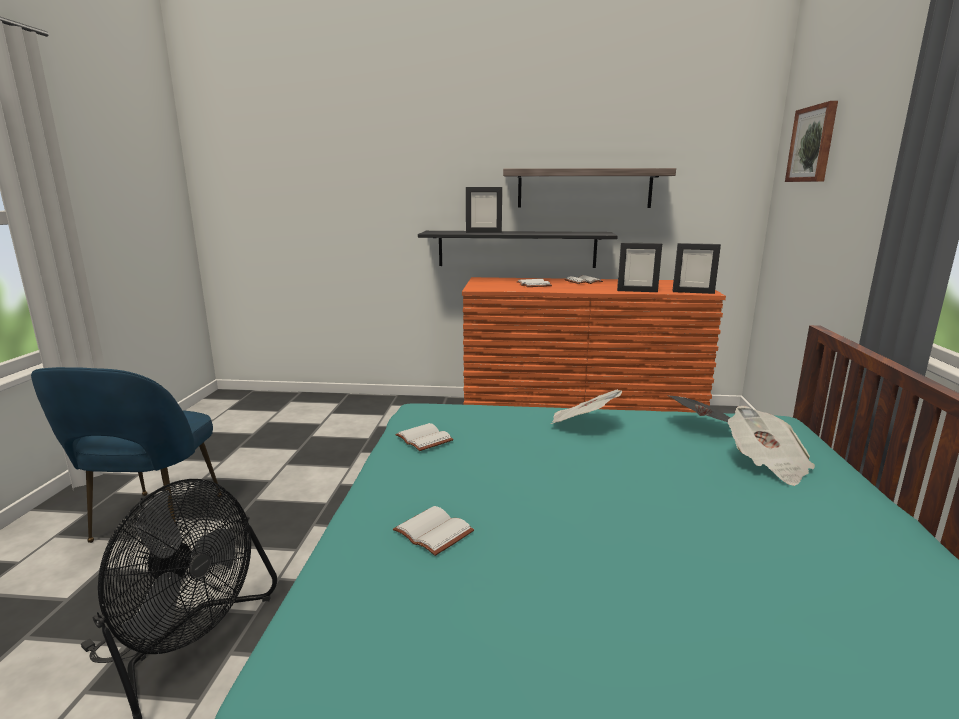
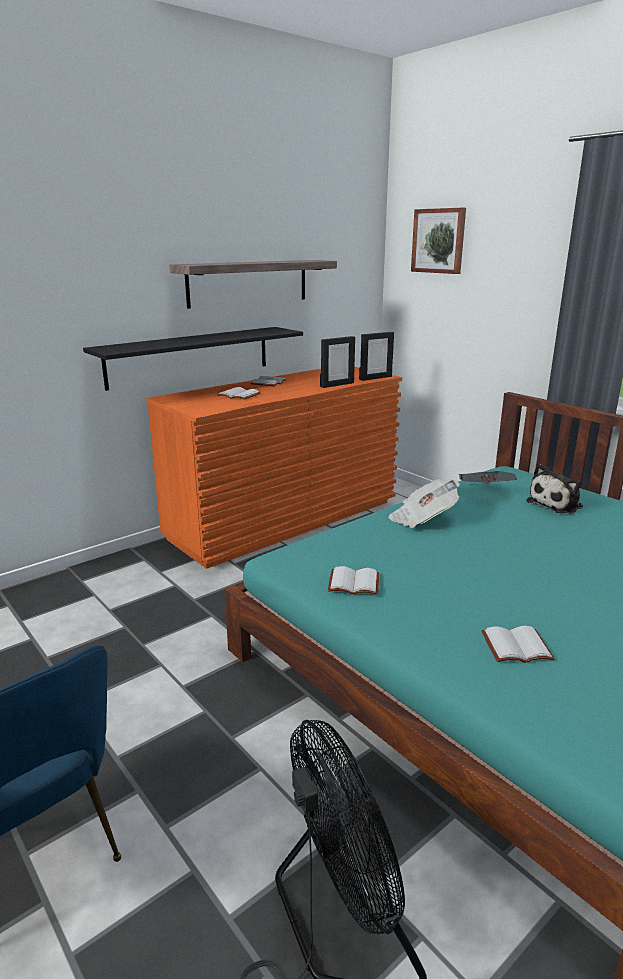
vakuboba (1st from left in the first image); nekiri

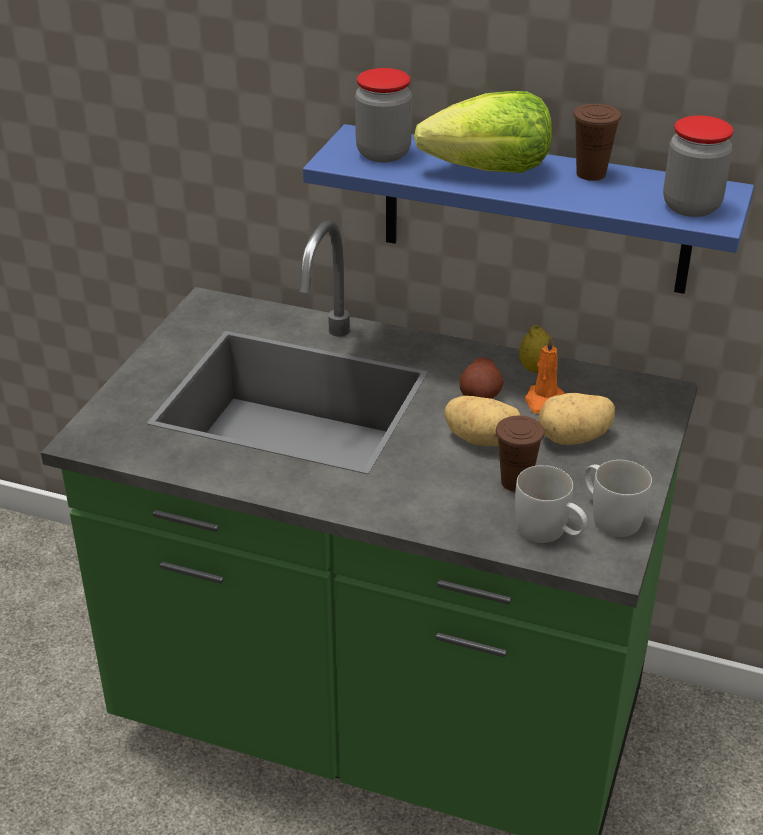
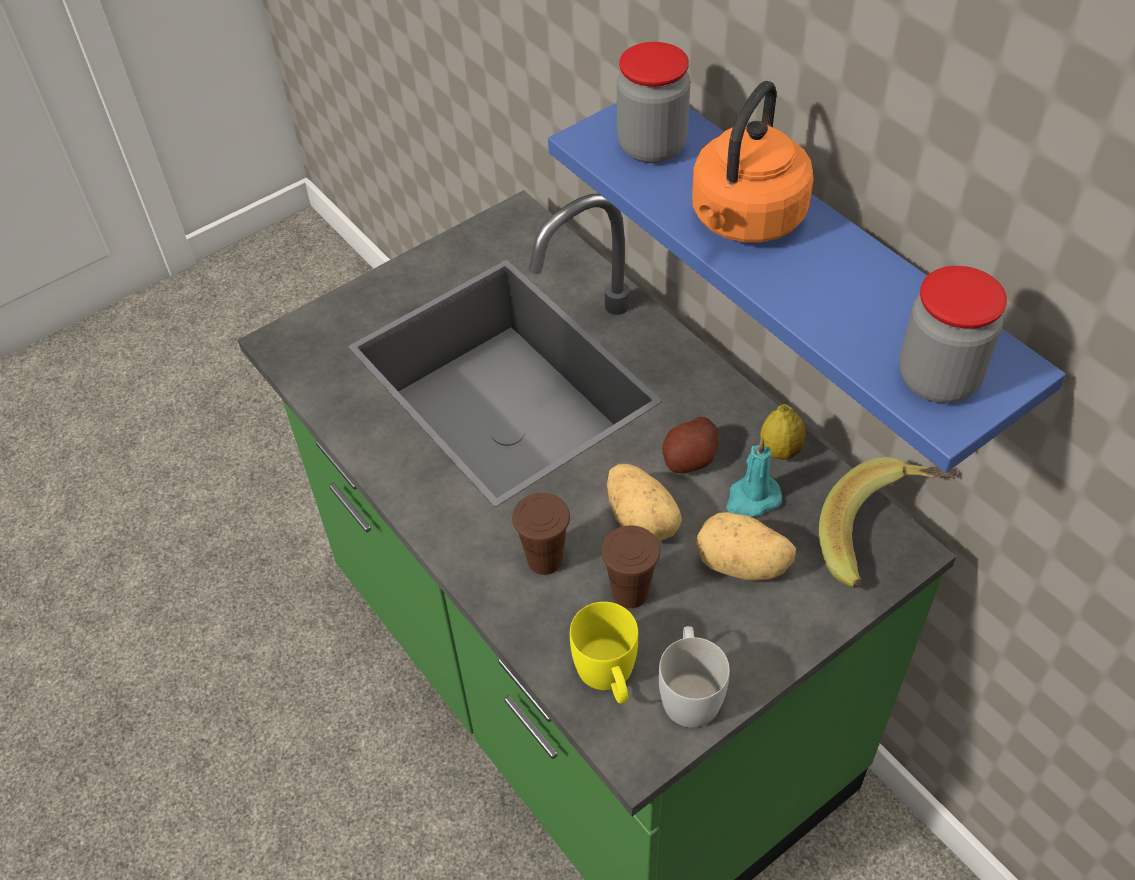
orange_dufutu; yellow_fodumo; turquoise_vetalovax; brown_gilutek (1st from left); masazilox

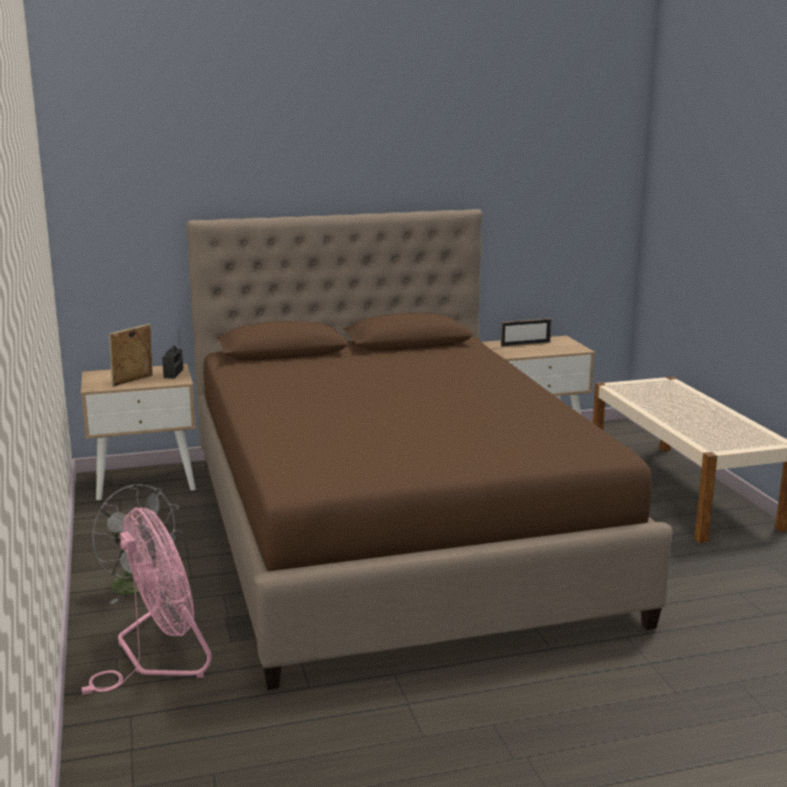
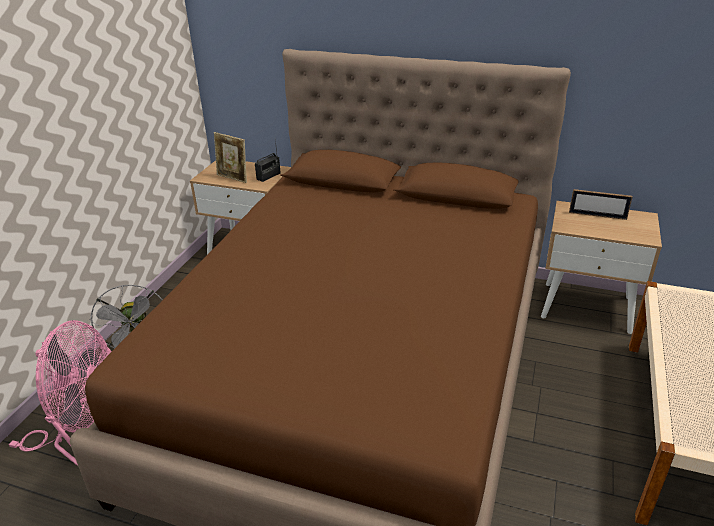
vakuboba (1st from left)

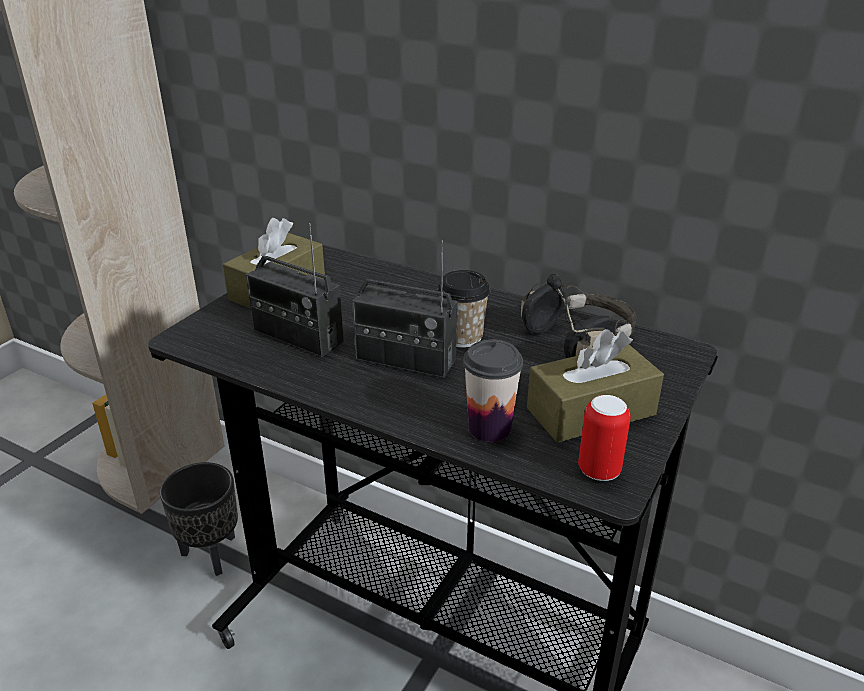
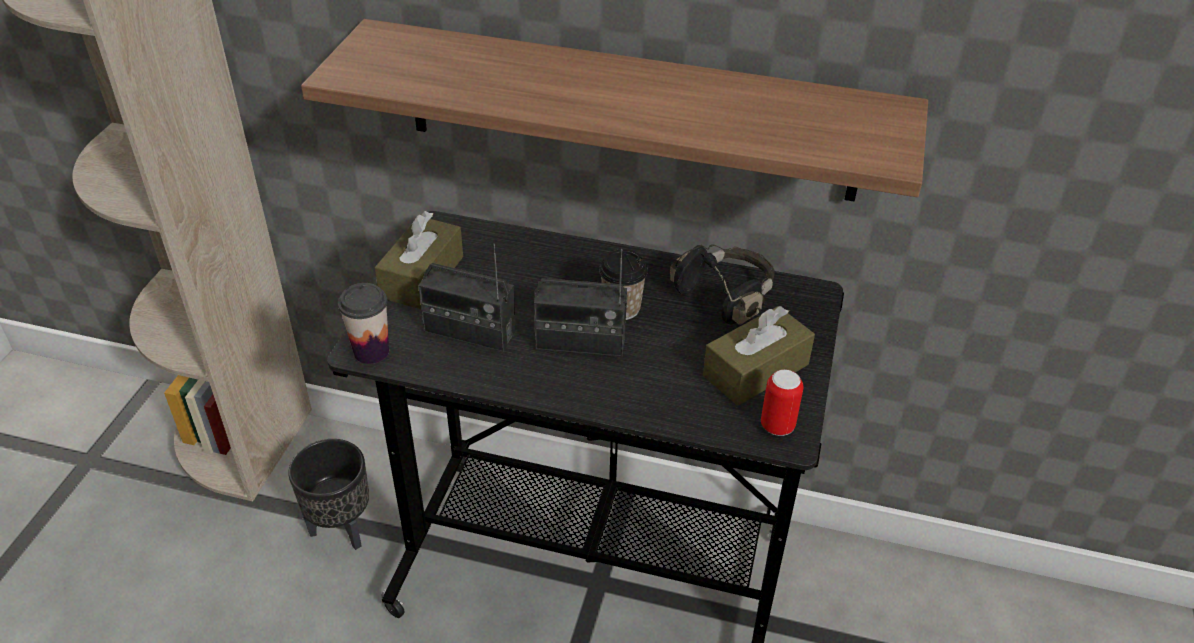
gilutek (1st from left); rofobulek

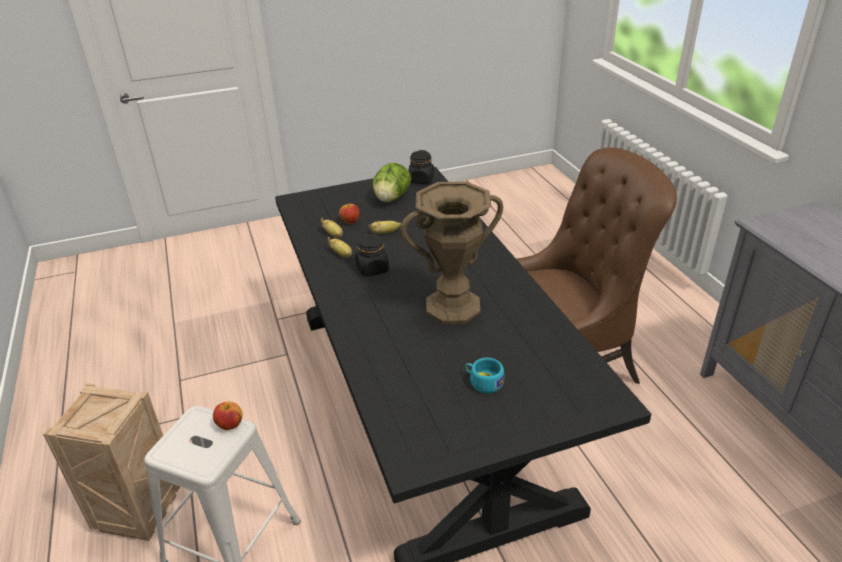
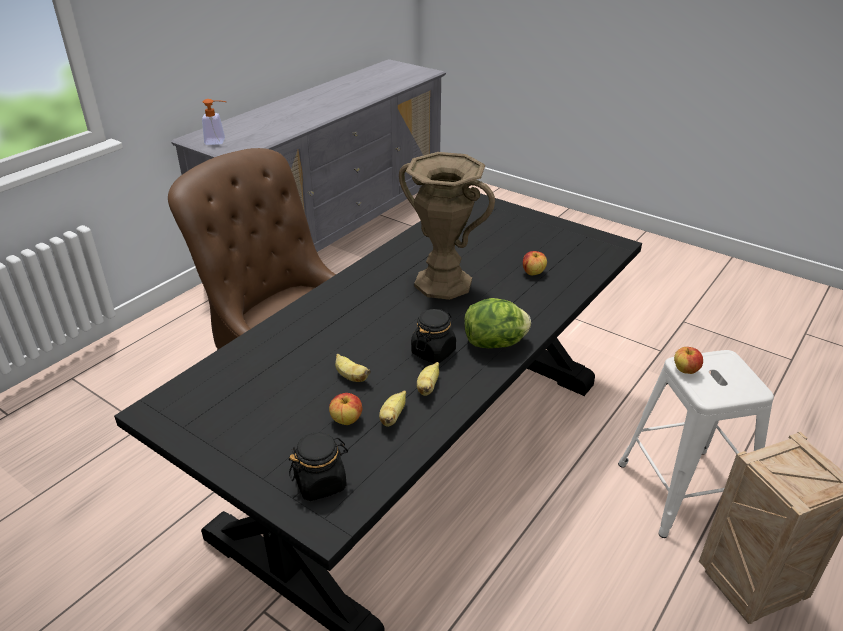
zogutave; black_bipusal (1st from left); turquoise_gilutek; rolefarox; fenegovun (2nd from left)

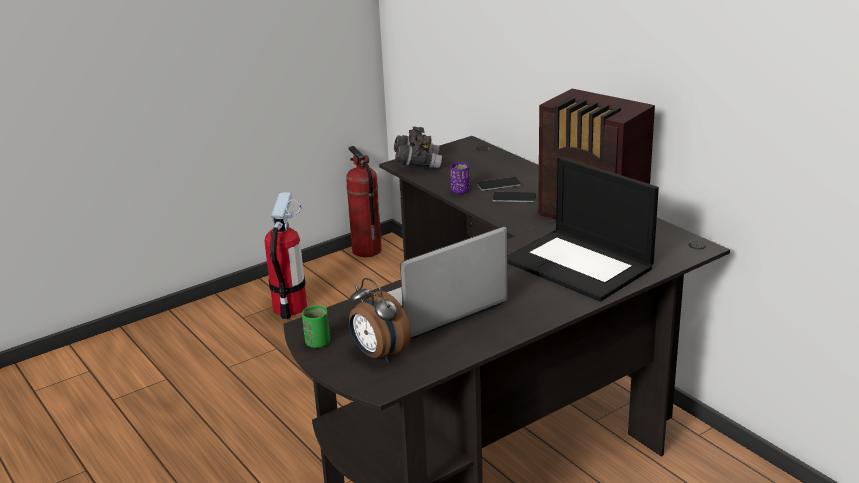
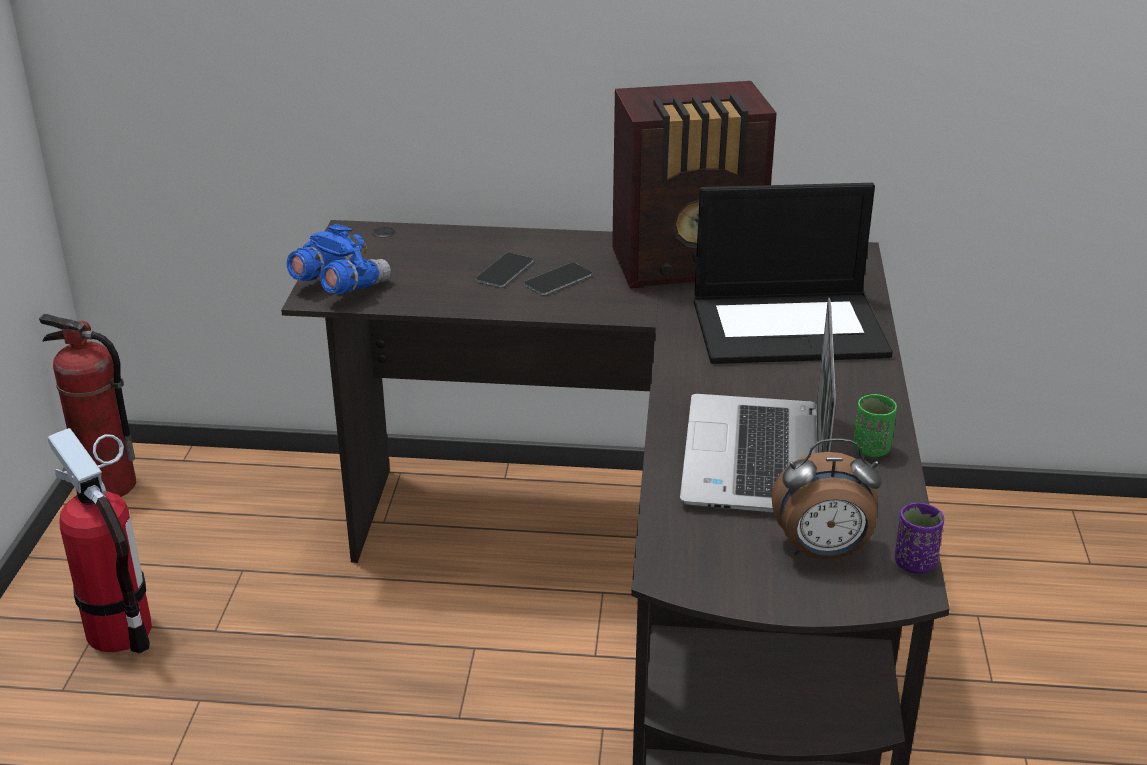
green_gilutek; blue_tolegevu; purple_gilutek

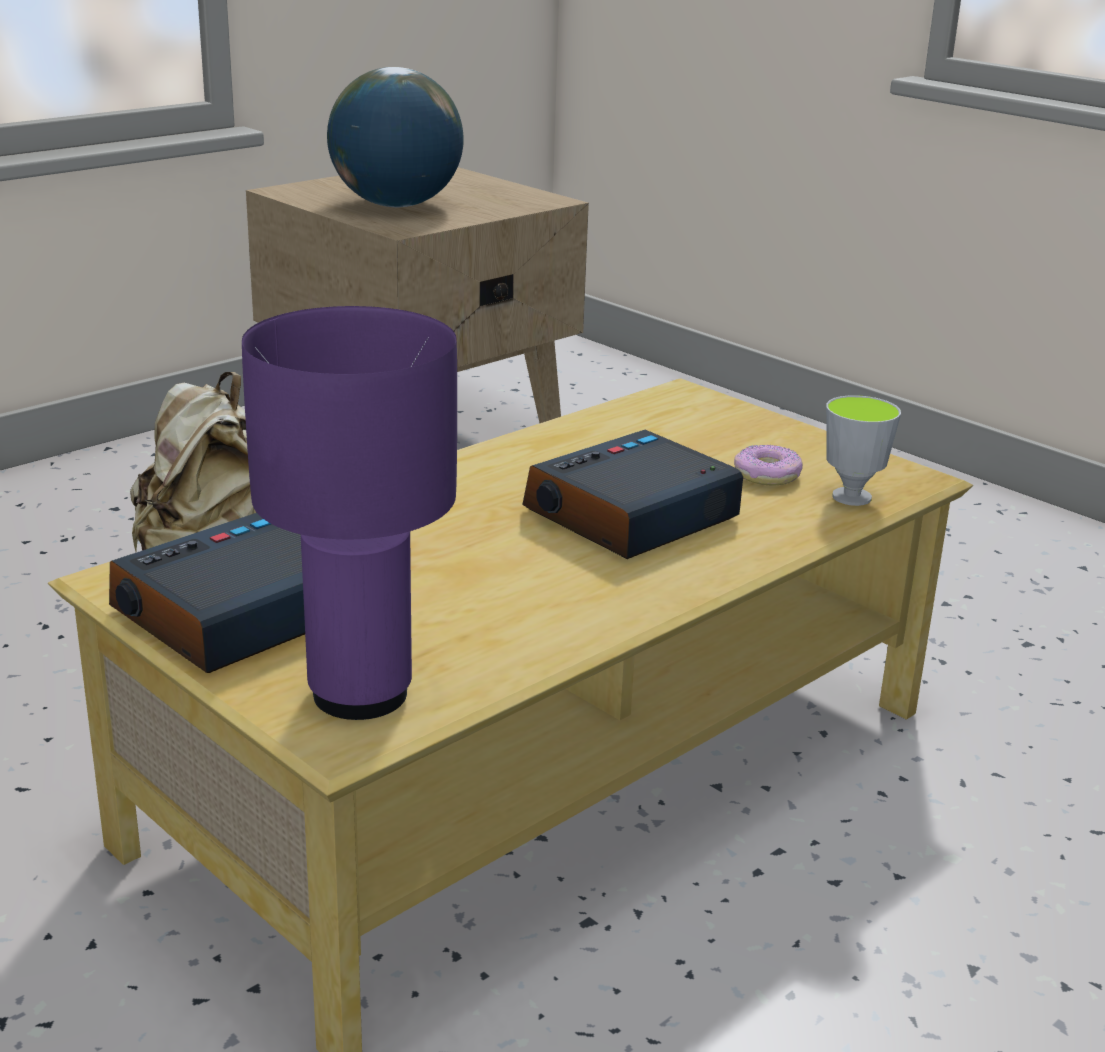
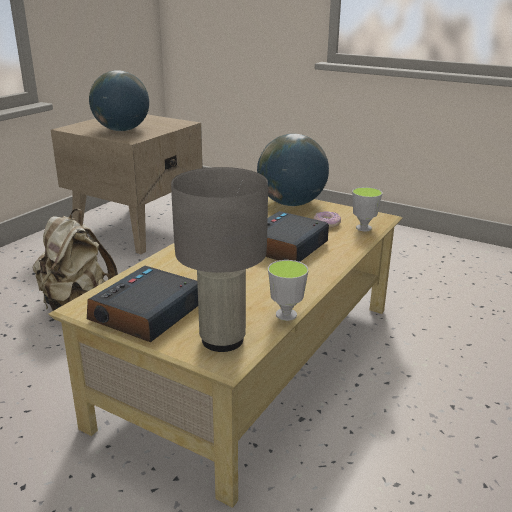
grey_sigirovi; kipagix (2nd from left); gilutek (1st from left)

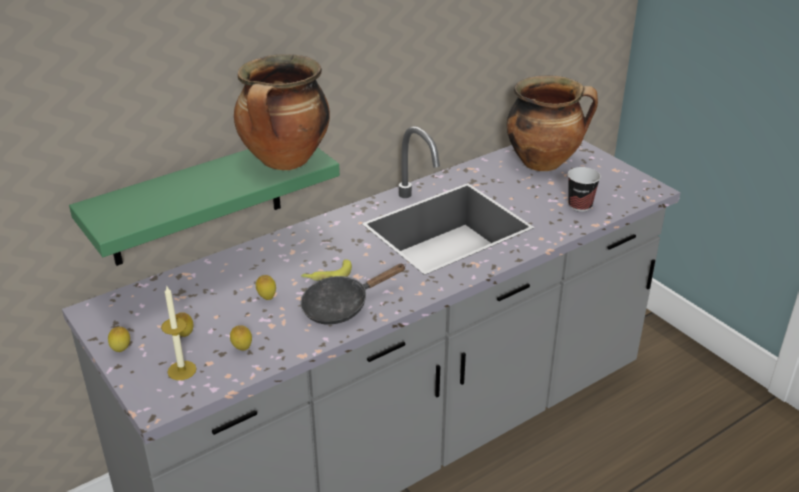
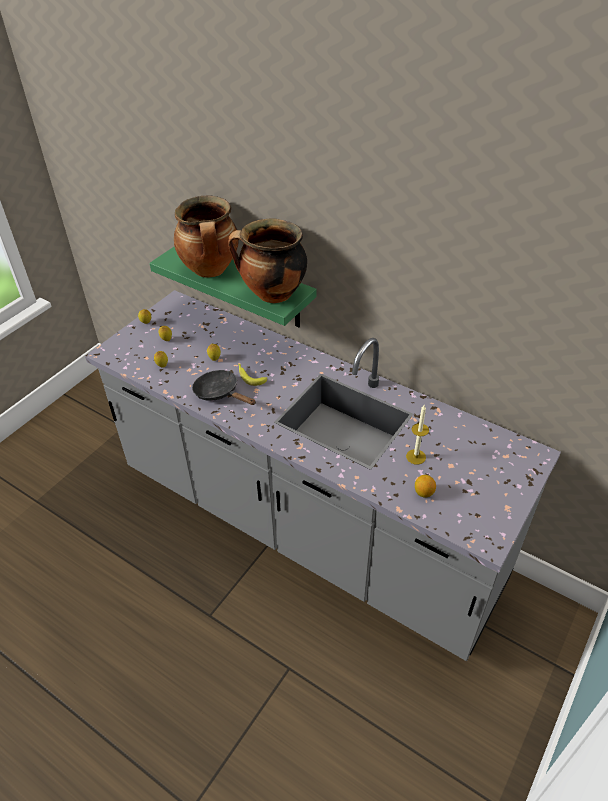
vetalovax; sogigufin (1st from left); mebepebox (5th from left)

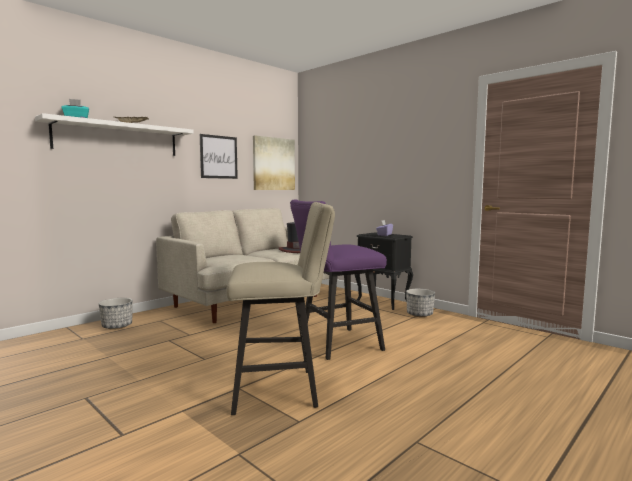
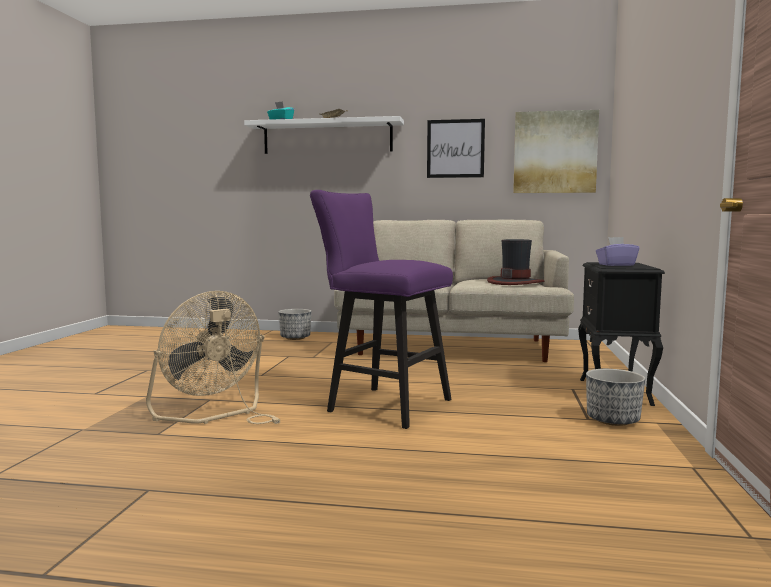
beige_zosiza

